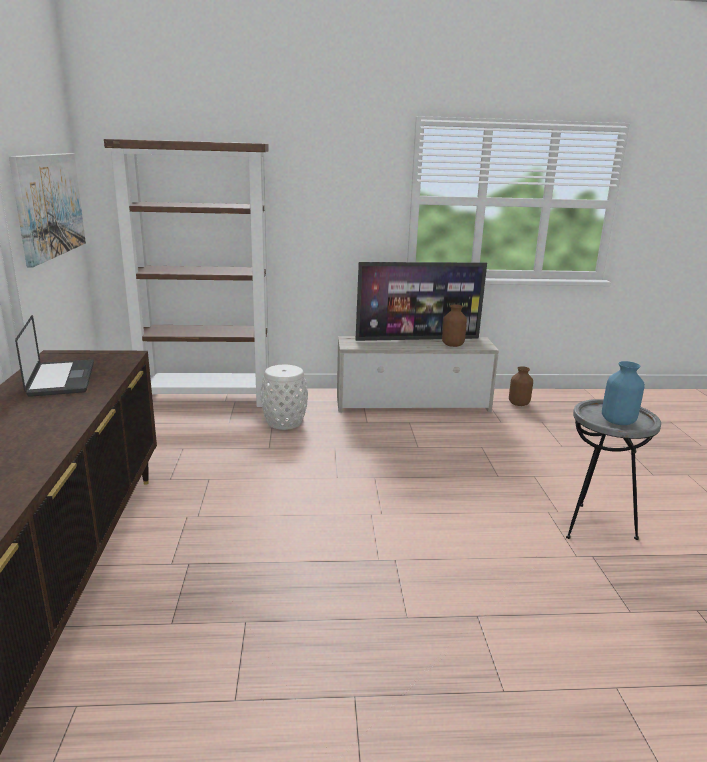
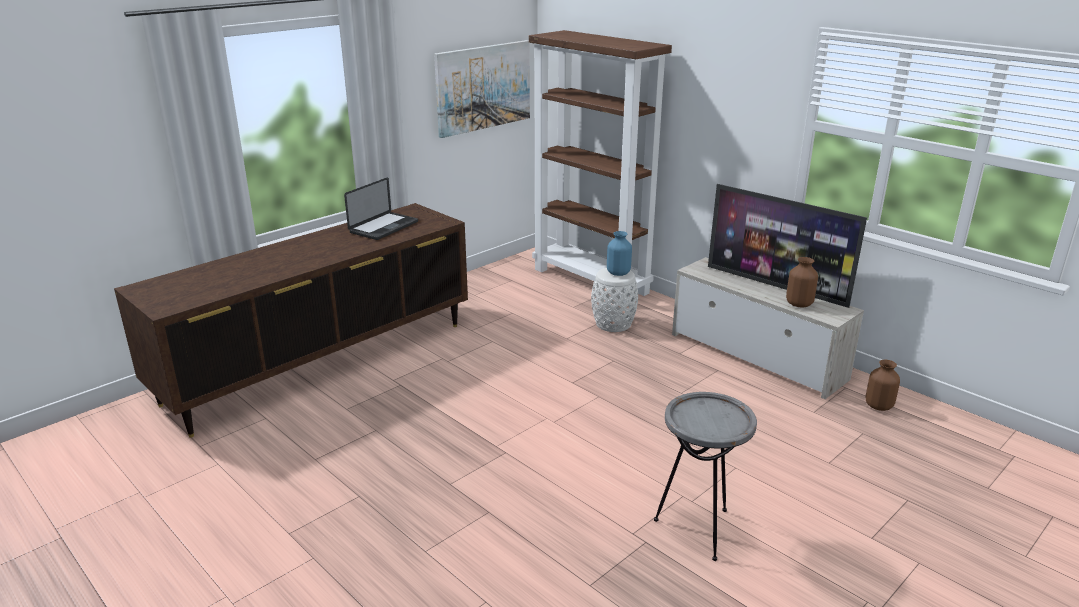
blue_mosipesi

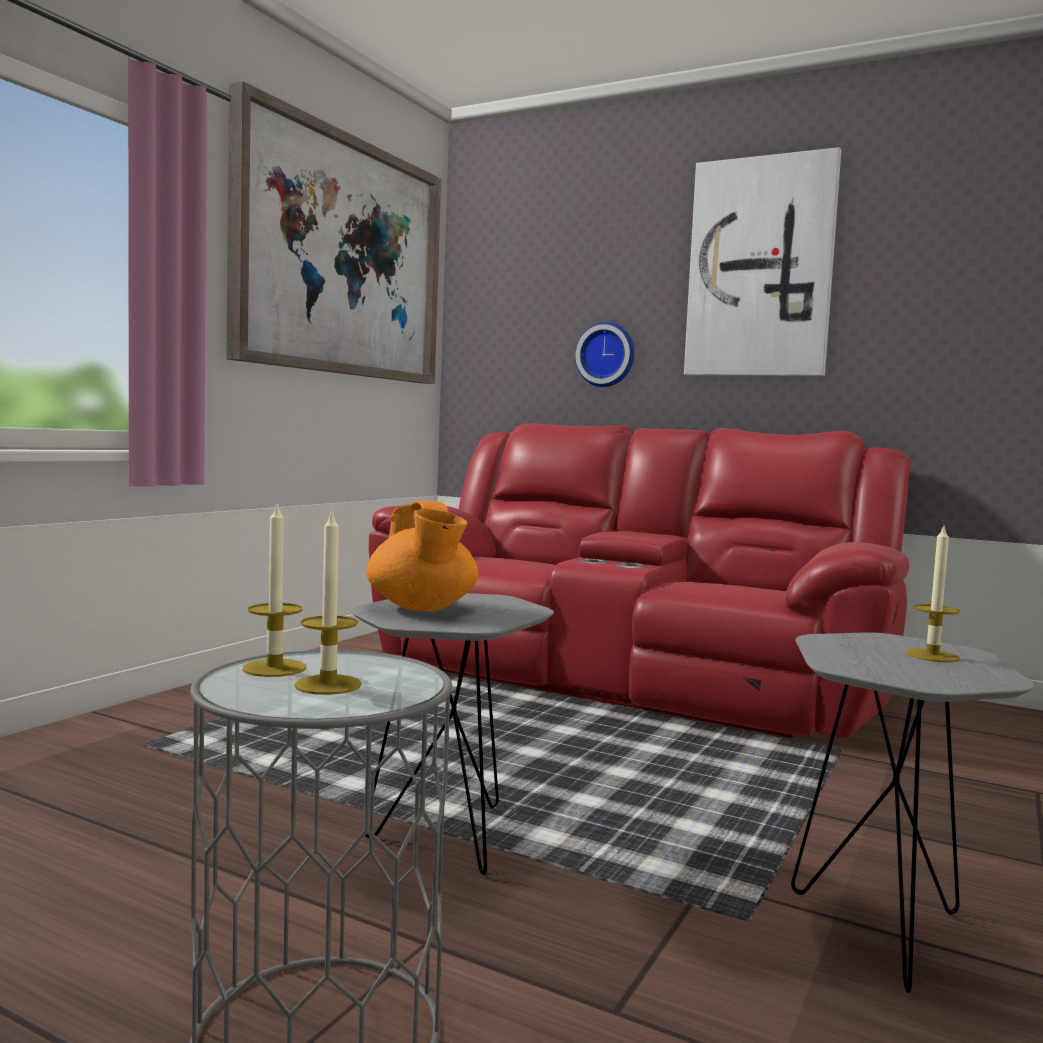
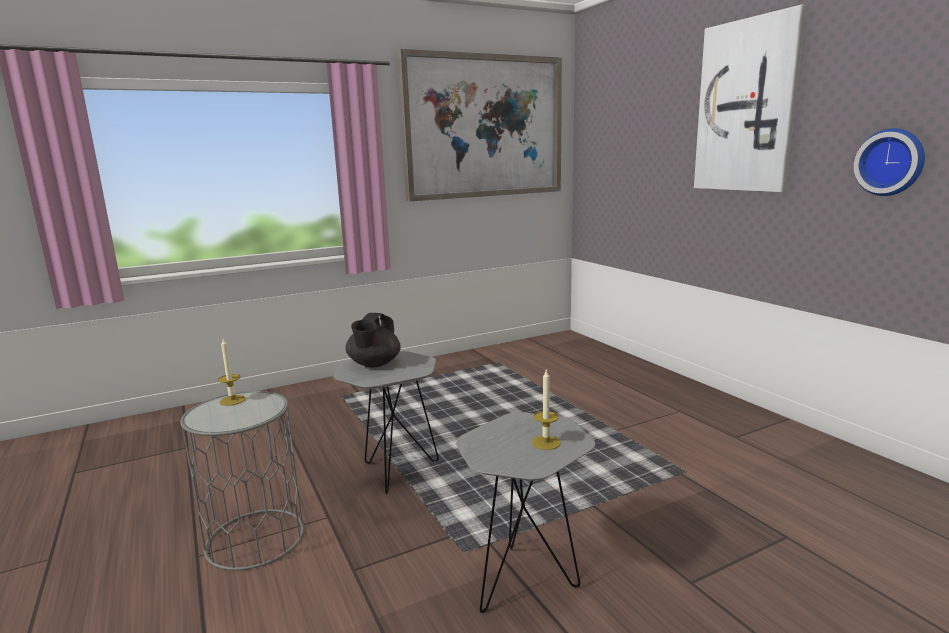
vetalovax (2nd from left in the first image); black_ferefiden; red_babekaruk; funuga

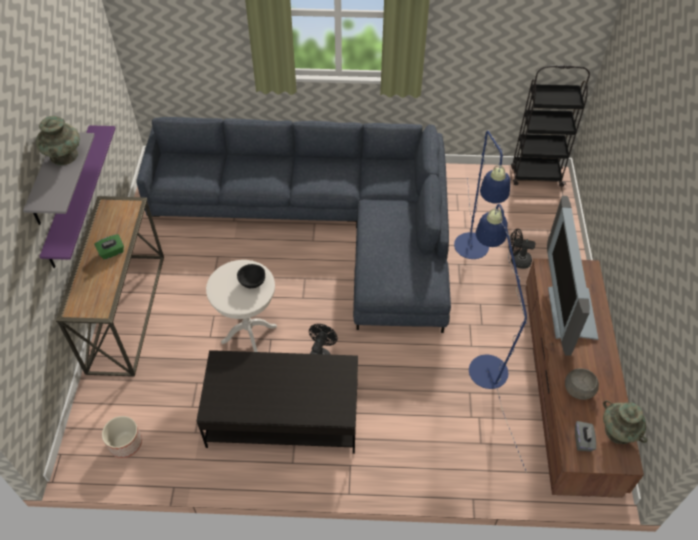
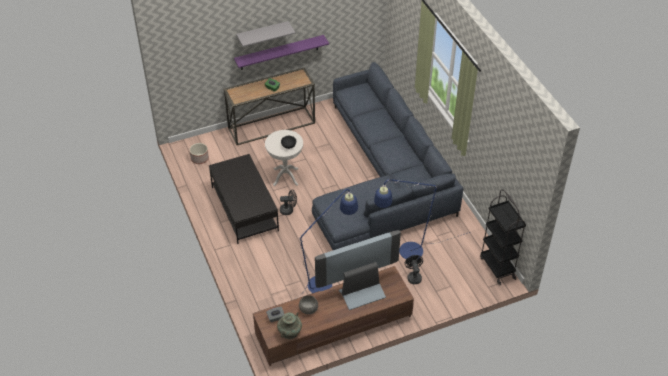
turquoise_mosipesi (1st from left in the first image)

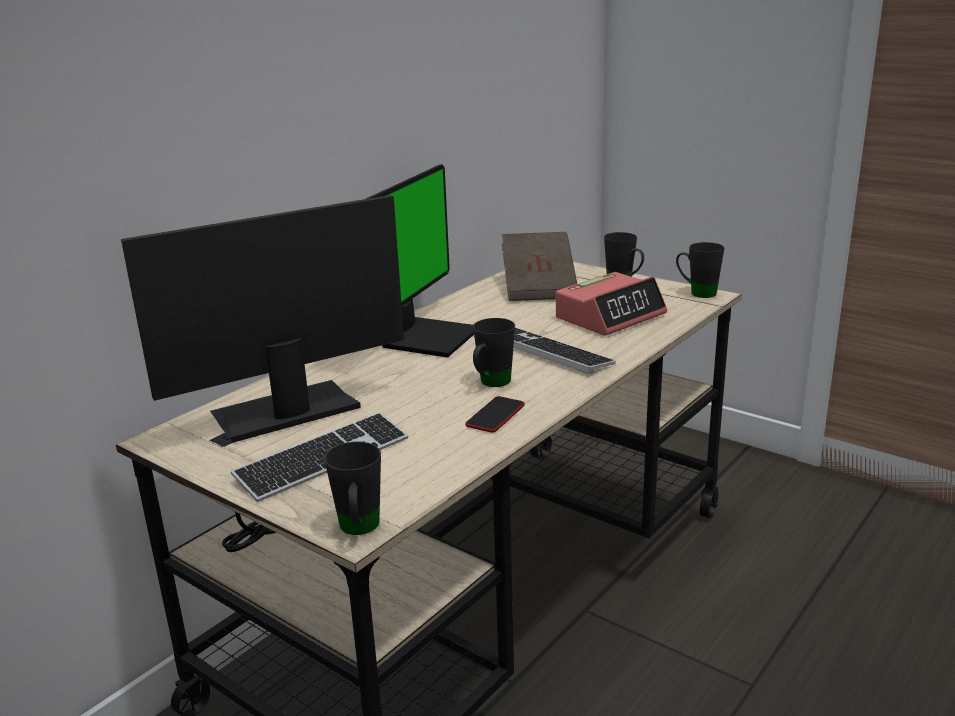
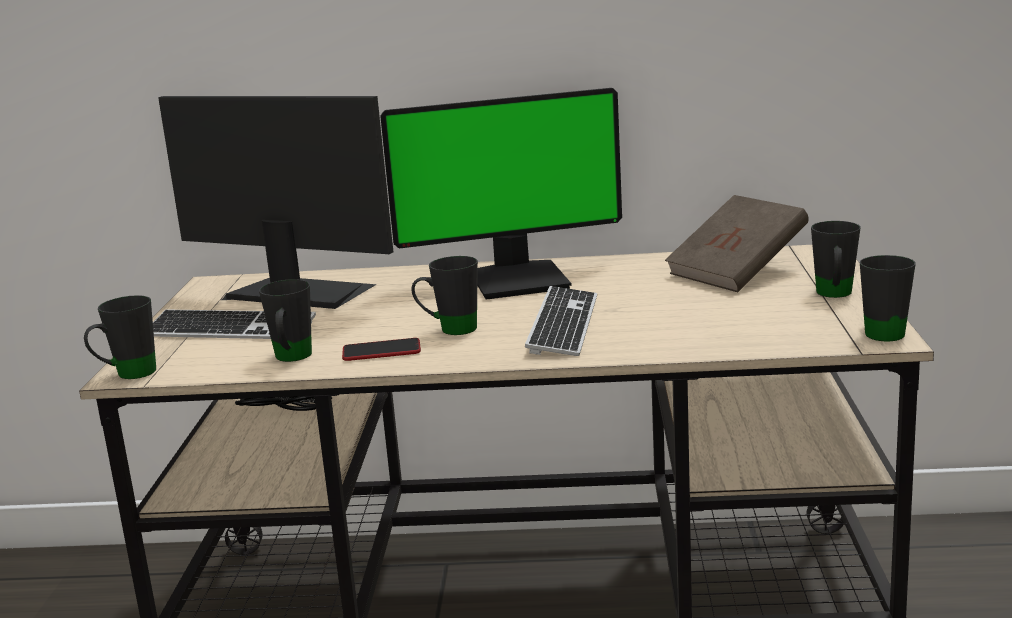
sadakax; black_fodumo (2nd from left)

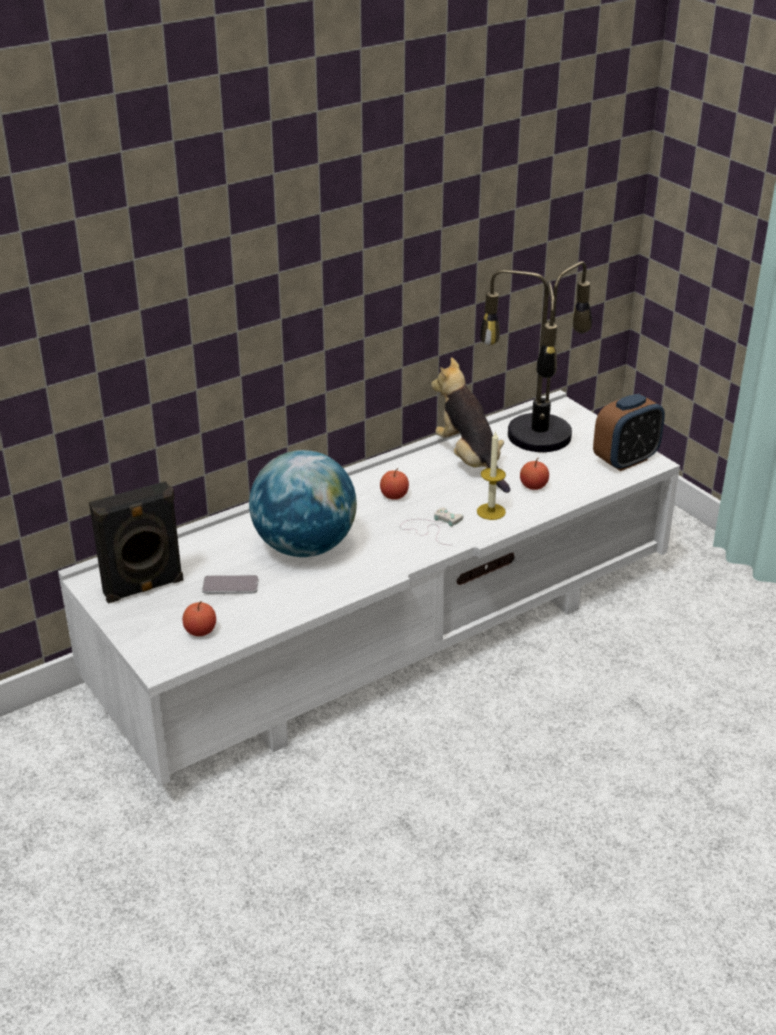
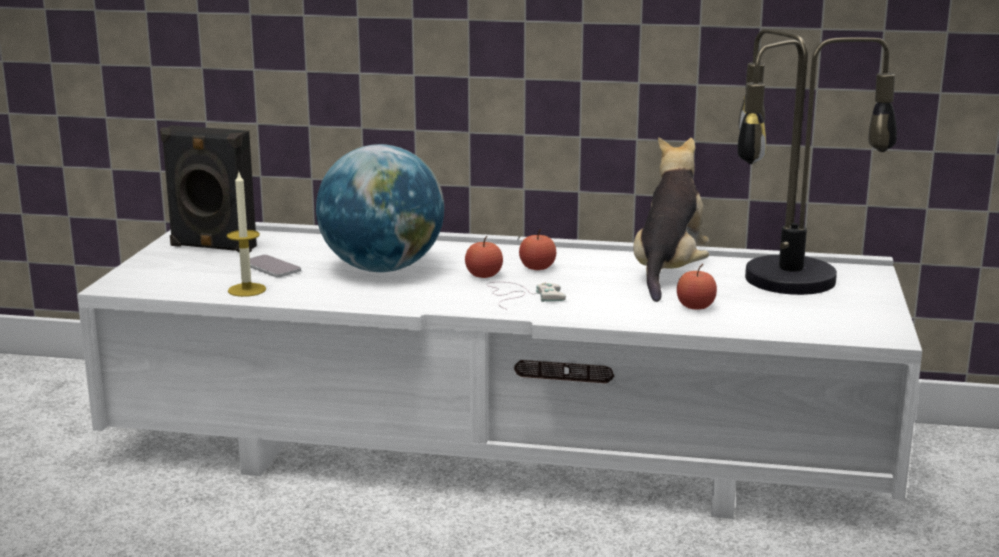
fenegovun (1st from left); vetalovax; sadakax

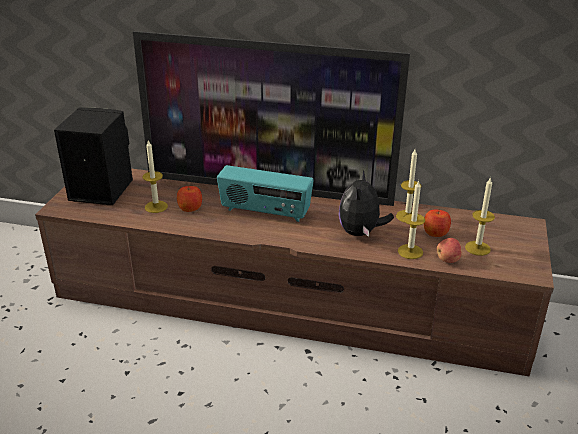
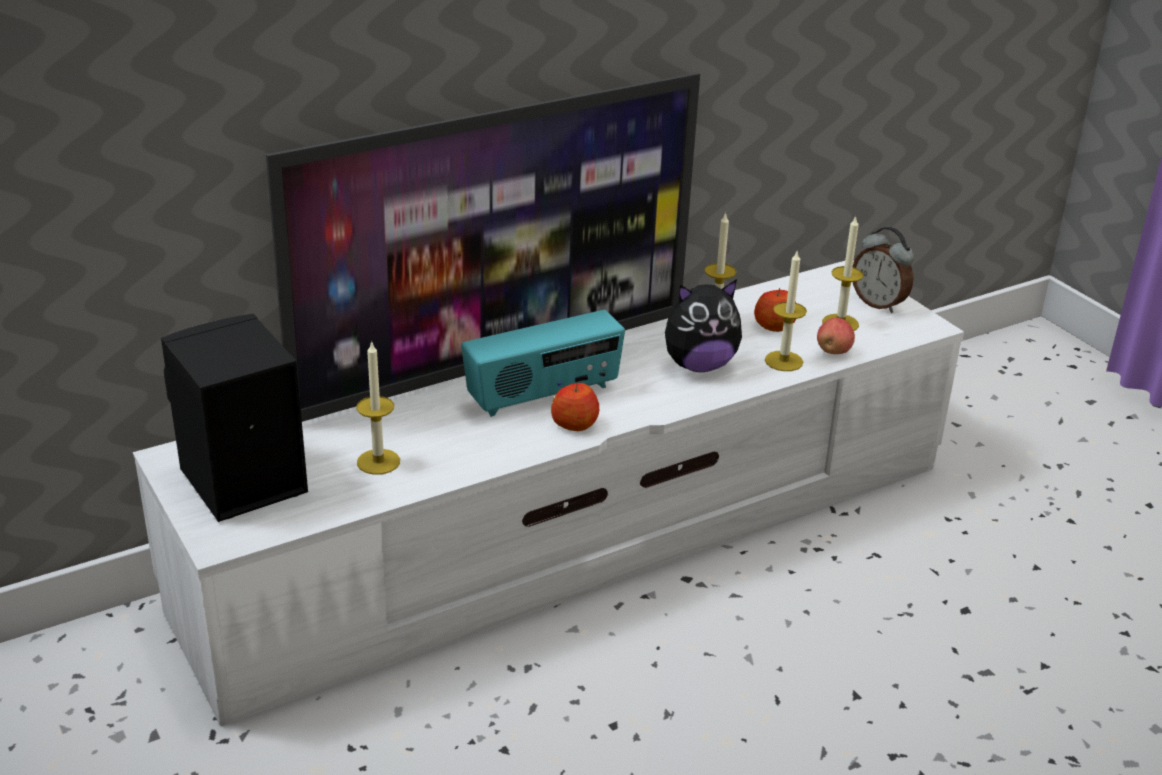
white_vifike; fenegovun (1st from left); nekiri; sadakax

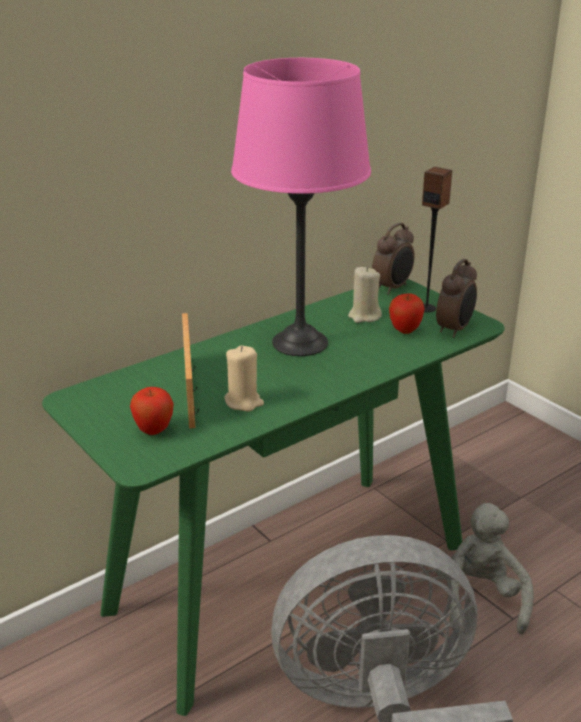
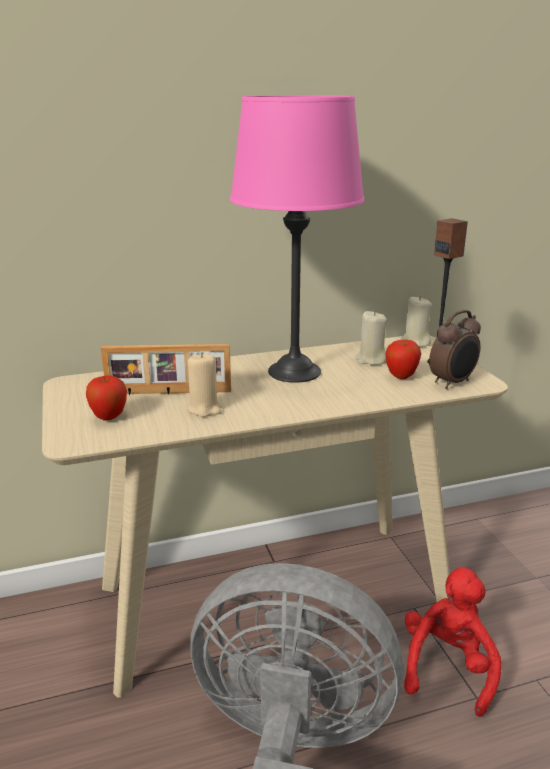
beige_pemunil; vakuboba; beige_vetalovax (3rd from left); red_nekiri

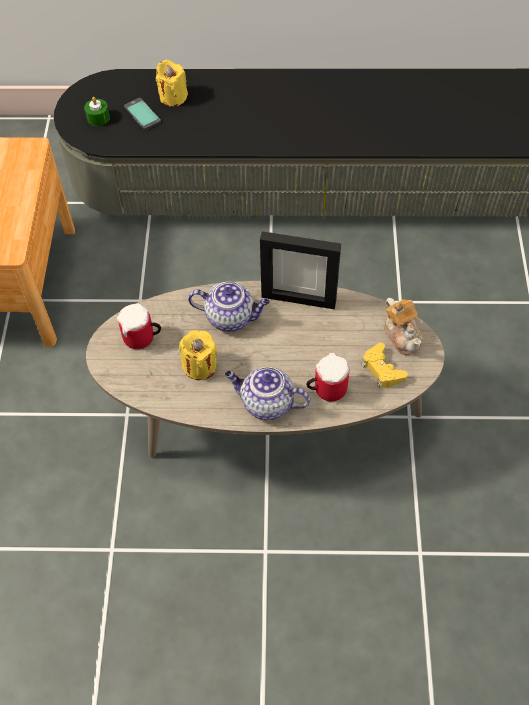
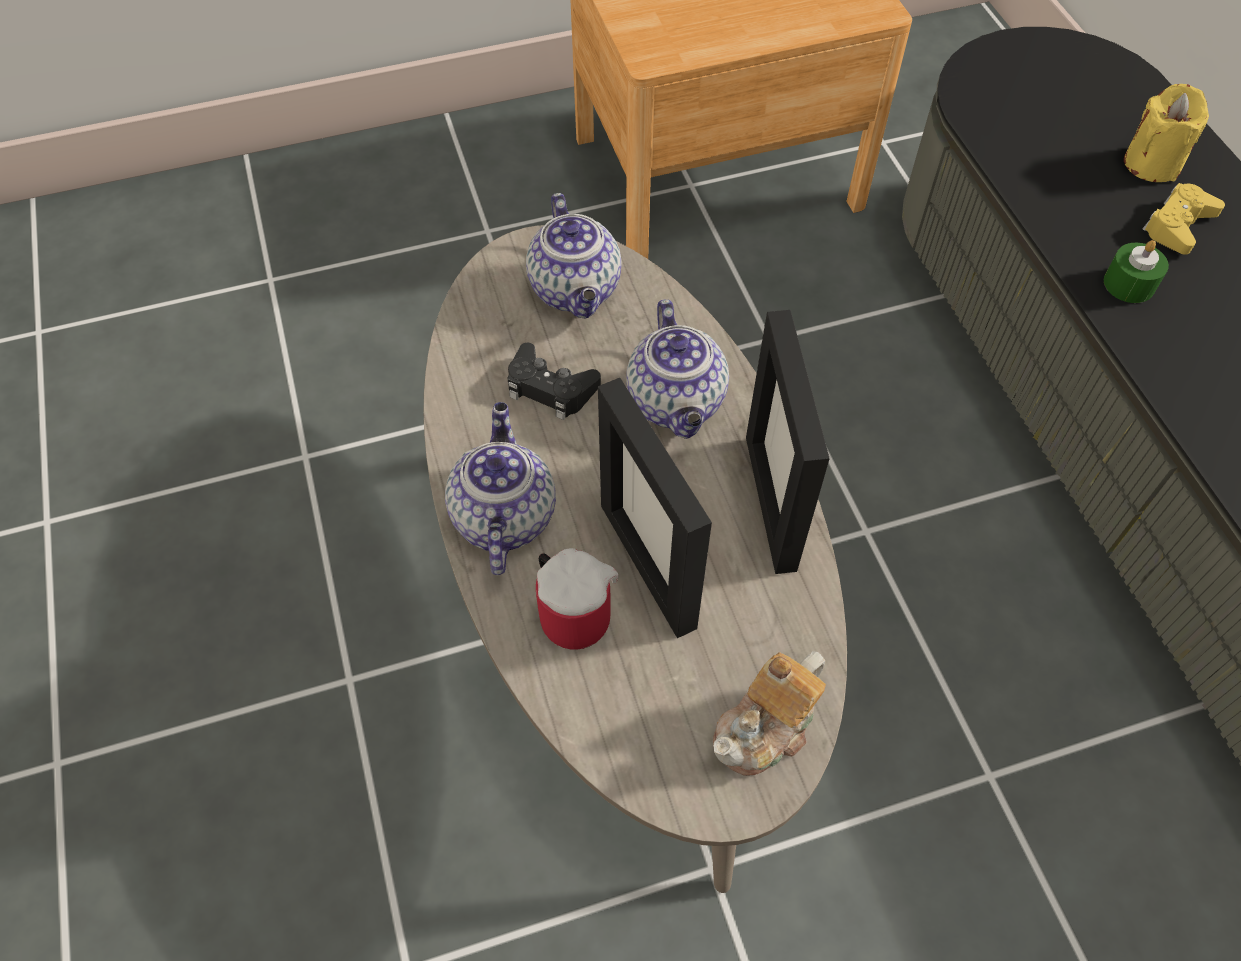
green_vetalovax; ferefiden (2nd from left); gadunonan; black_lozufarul; yellow_lozufarul; vakuboba (1st from left)

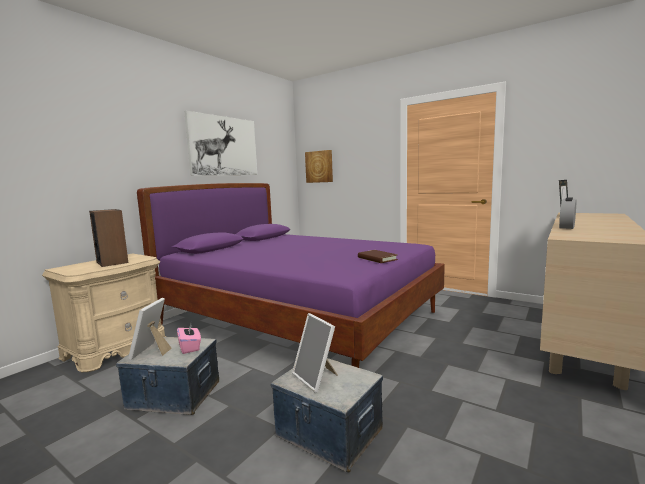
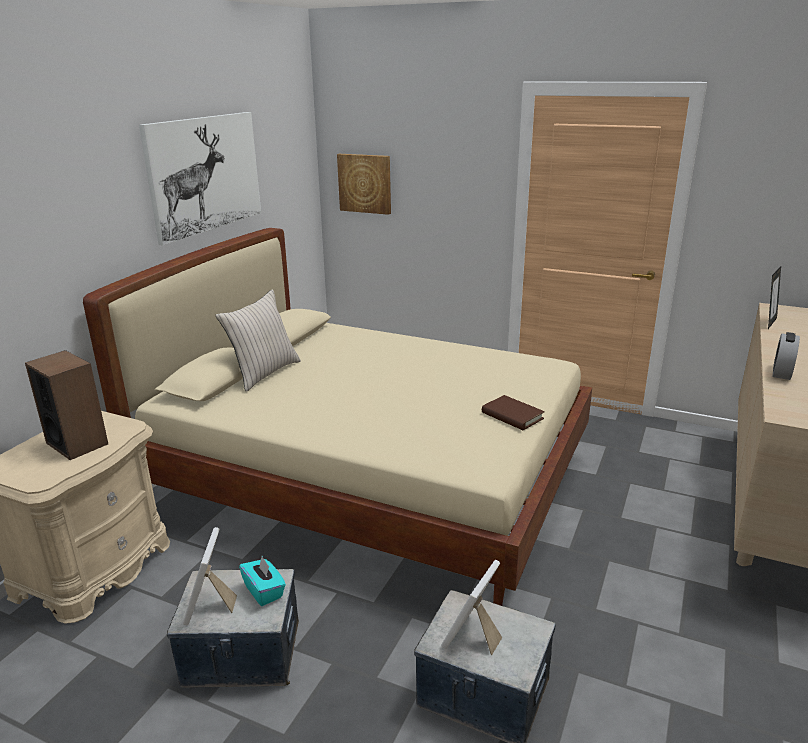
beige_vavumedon; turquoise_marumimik; vakuboba (2nd from left); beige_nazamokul

